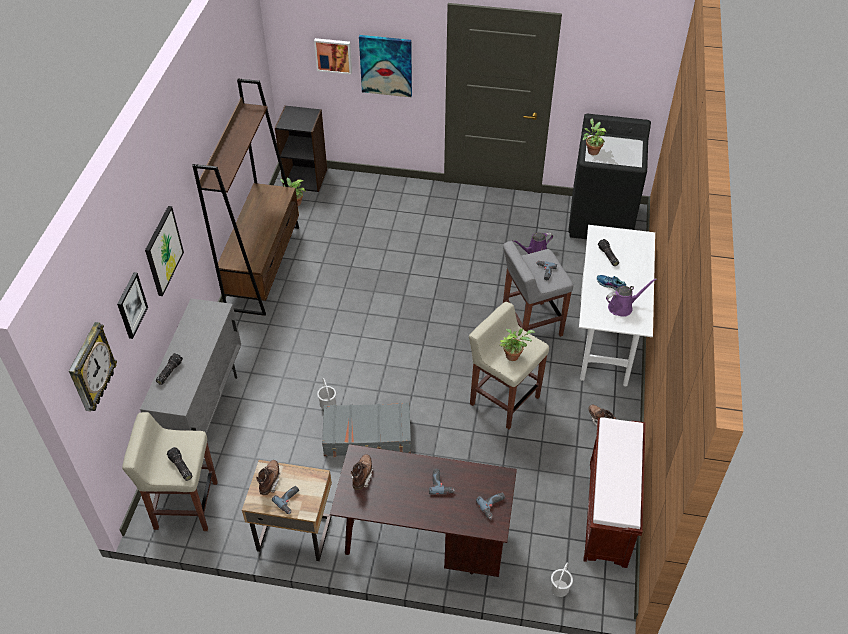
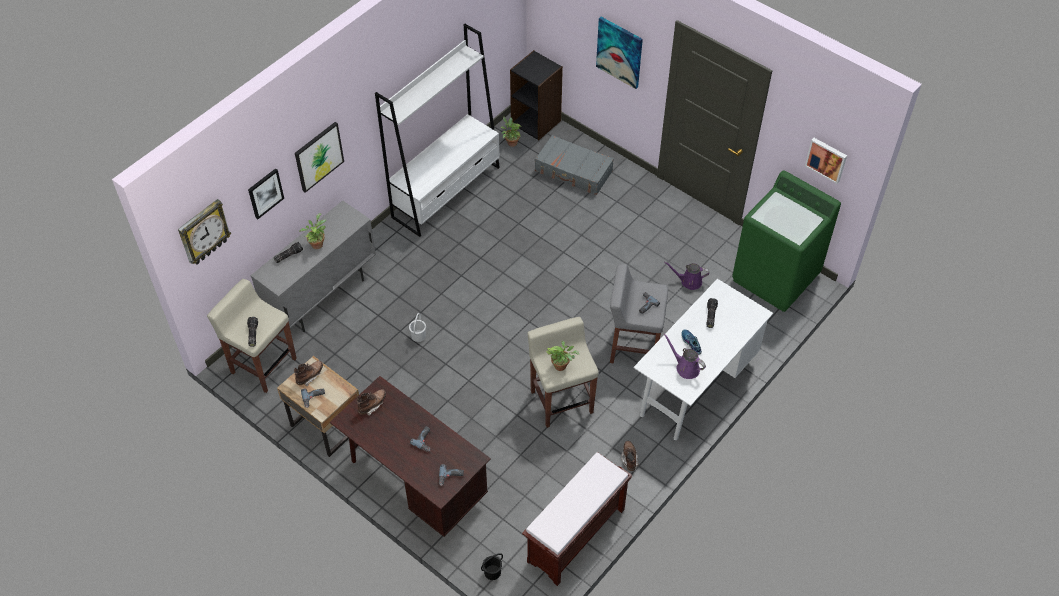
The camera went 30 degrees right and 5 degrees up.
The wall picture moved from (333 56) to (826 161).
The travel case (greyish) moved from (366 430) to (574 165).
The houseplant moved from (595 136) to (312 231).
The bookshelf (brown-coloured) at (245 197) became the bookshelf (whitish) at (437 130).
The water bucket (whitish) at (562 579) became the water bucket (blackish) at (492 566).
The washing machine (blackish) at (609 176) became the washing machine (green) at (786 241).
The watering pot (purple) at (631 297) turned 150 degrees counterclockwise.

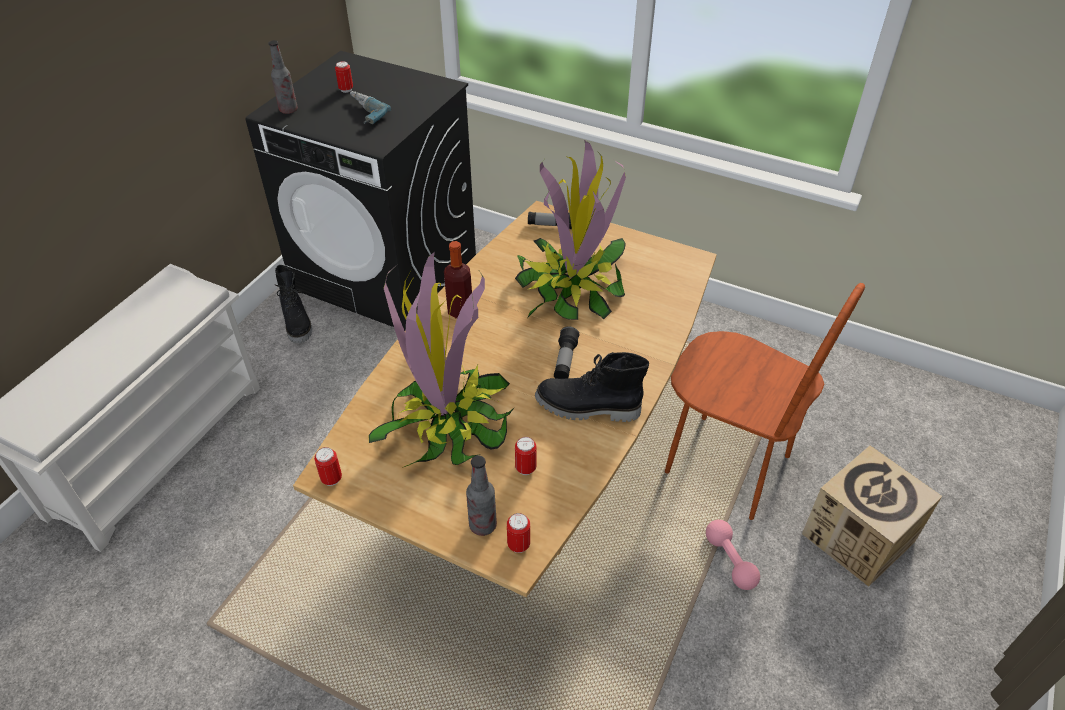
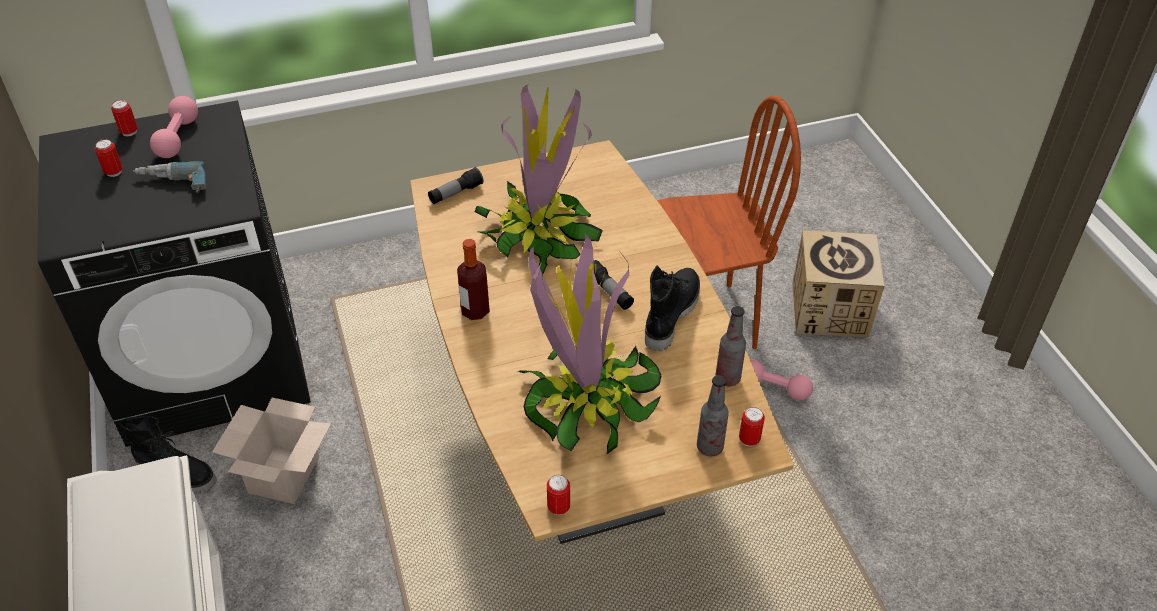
The camera went 45 degrees left and 0 degrees up.
The hand weight (pink-coloured) at (174 127) appeared.
The carton at (271 451) appeared.
The beverage bottle moved from (283 77) to (730 346).
The can moved from (526 456) to (124 118).
The boot (blackish) at (592 387) turned 150 degrees clockwise.

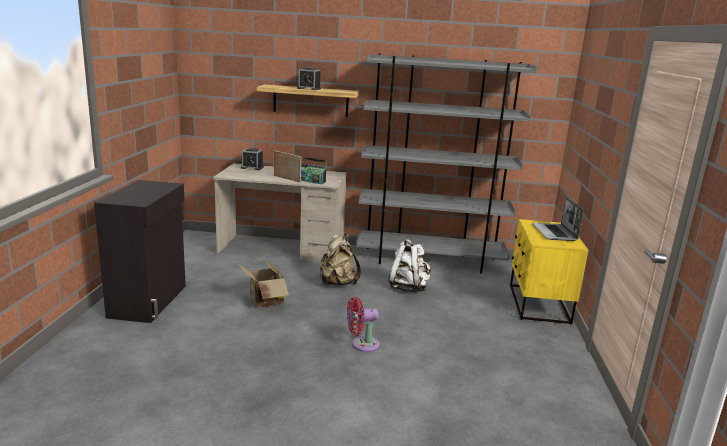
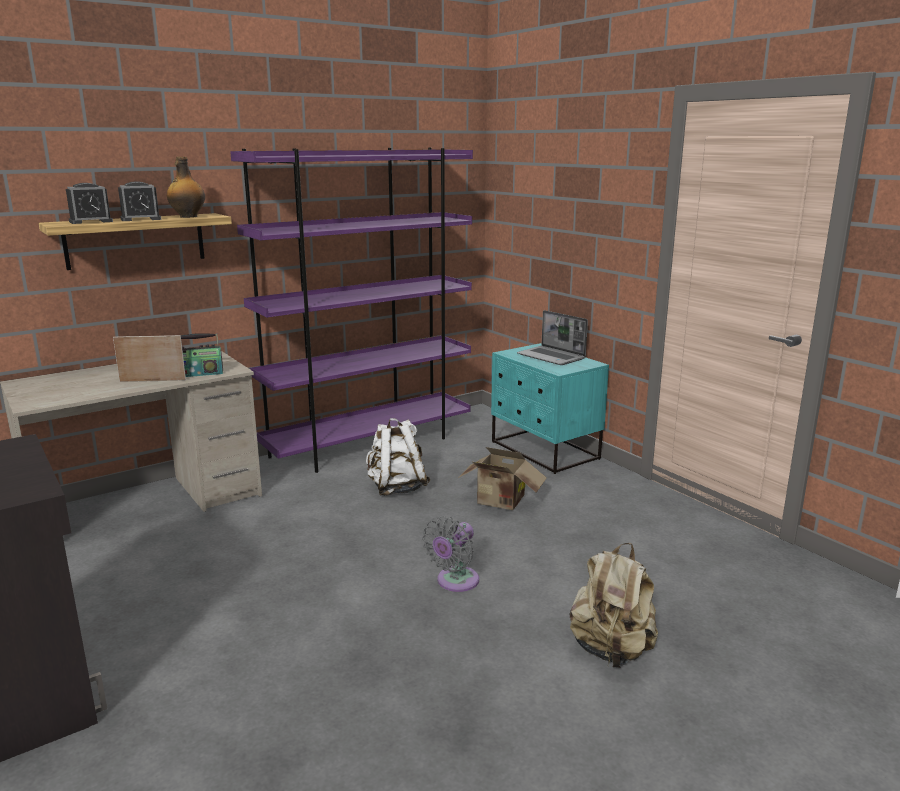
The camera went 40 degrees left and 0 degrees up.
The beverage bottle at (186 187) appeared.
The carton moved from (263 284) to (502 478).
The table clock moved from (252 159) to (89 203).
The backpack (beige) moved from (340 260) to (614 605).
The fan (reddish) at (363 324) became the fan (greyish) at (450 554).
The bookshelf (greyish) at (446 163) became the bookshelf (purple) at (351 310).
The bedside table (yellow) at (549 272) became the bedside table (turquoise) at (550 408).

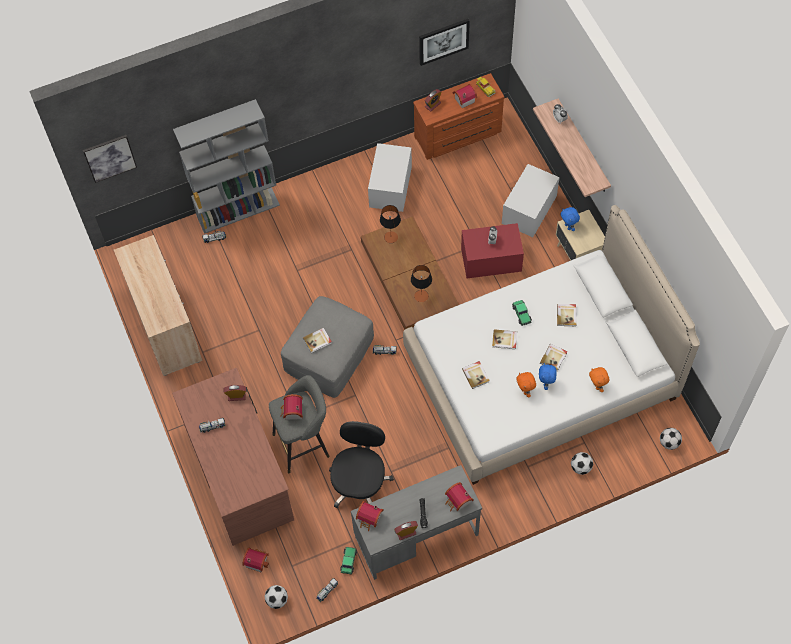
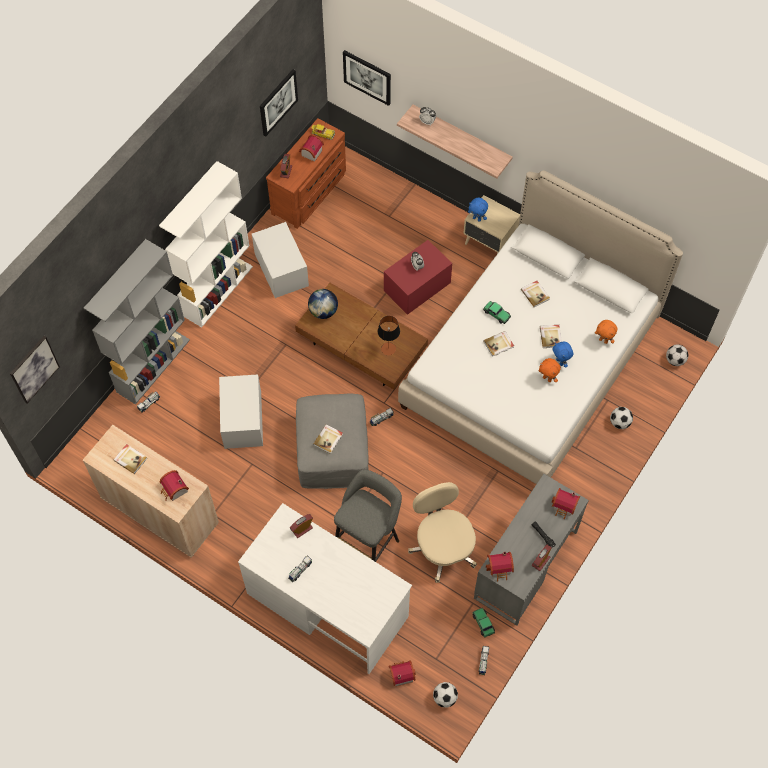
The camera went 35 degrees left and 0 degrees up.
The bookshelf (whitish) at (206 244) appeared.
The wall picture at (367 78) appeared.
The toy house moved from (291 407) to (174 485).
The volume moved from (476 375) to (130 459).
The storage bin (whitish) moved from (531 200) to (241 411).
The lamp for a table at (390 224) was replaced by the globe at (323 304).
The desk (brown-coloured) at (233 457) became the desk (whitish) at (325 588).
The computer chair (blackish) at (361 464) became the computer chair (beige) at (442 532).

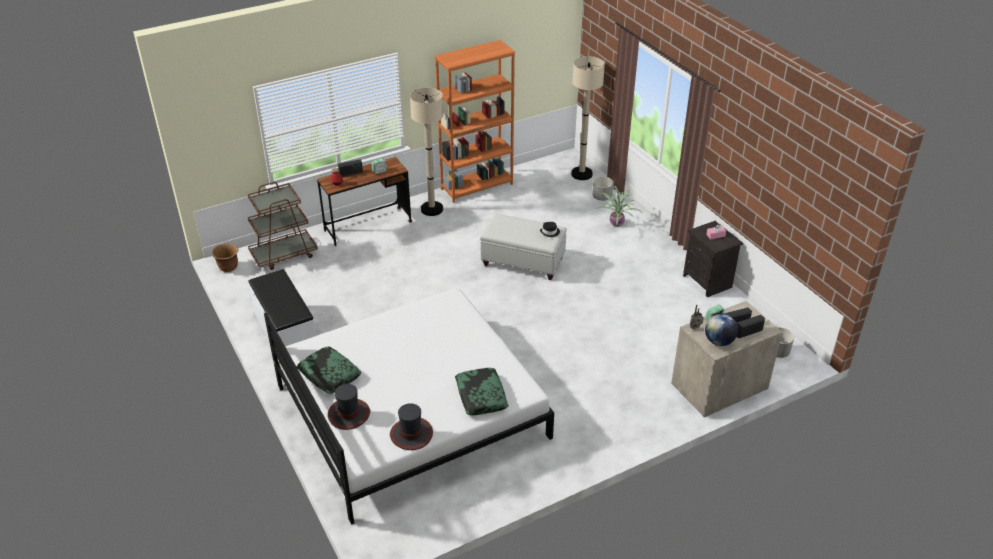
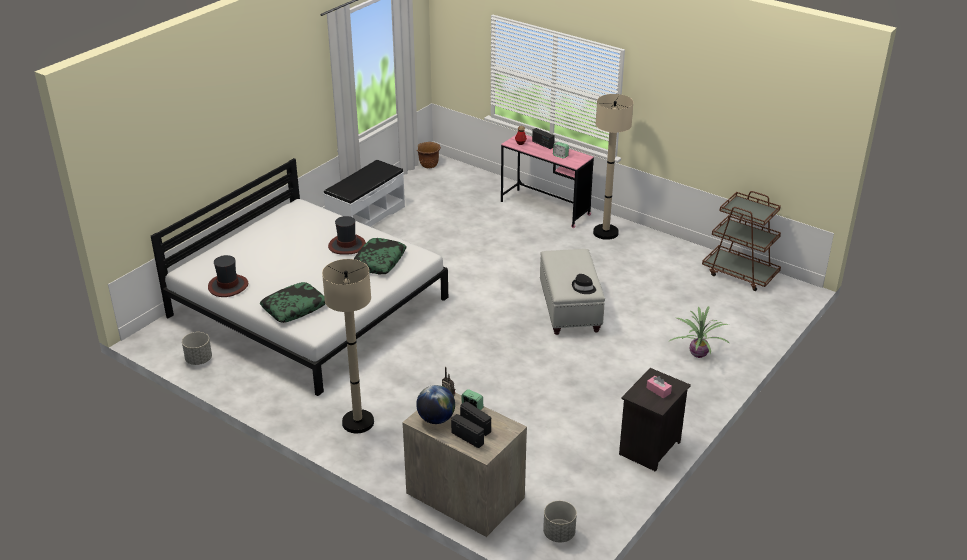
The camera went 65 degrees right and 5 degrees down.
The bookshelf (orange) at (475 121) disappeared.
The trolley (brown-coloured) moved from (283 226) to (741 241).
The cushion moved from (329 370) to (380 256).
The wearable hat moved from (349 407) to (347 235).
The standard lamp (beige) moved from (588 118) to (348 346).
The plant pot (greyish) moved from (602 188) to (197 348).
The desk (brown-coloured) at (364 201) became the desk (pink-coloured) at (547 181).

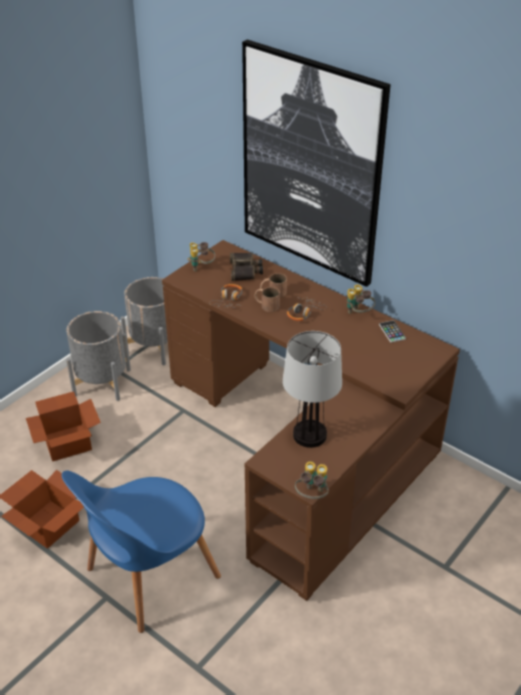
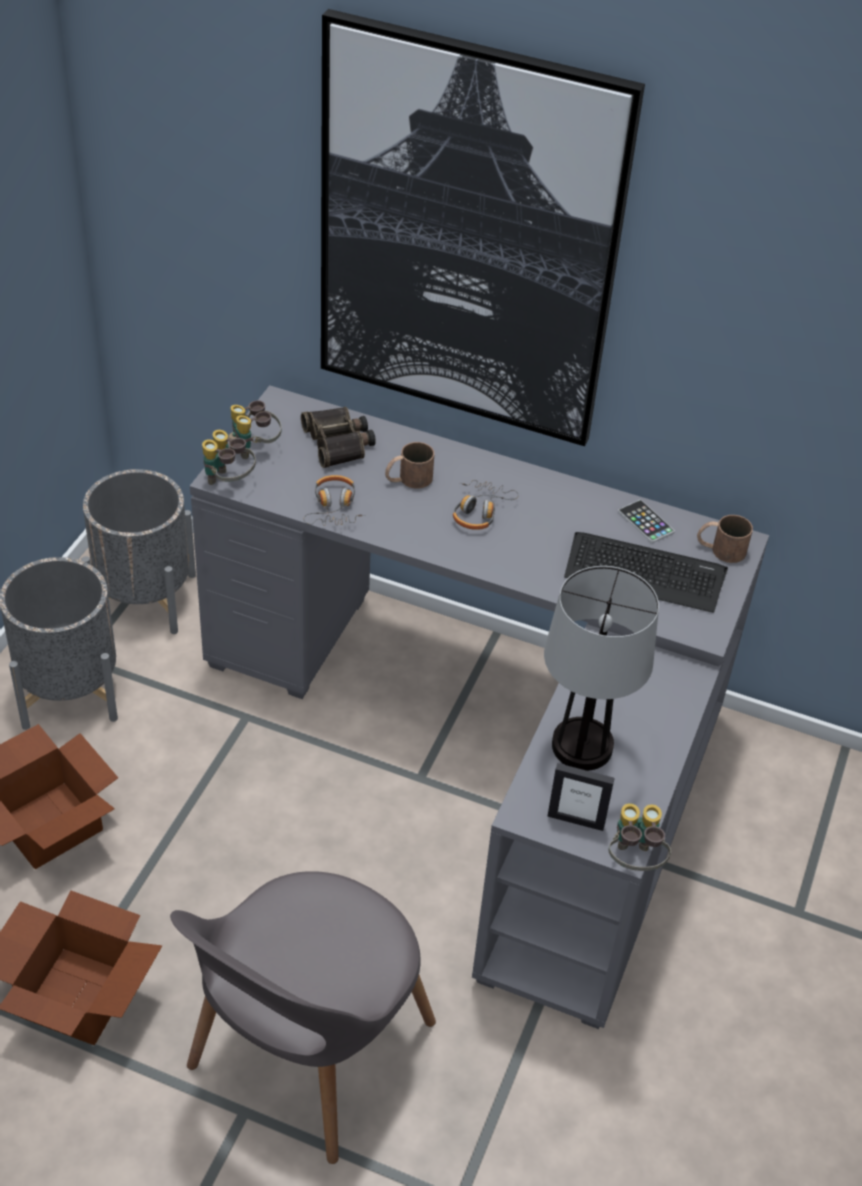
The camera went 20 degrees left and 5 degrees up.
The standing frame at (581 797) appeared.
The PC keyboard at (646 572) appeared.
The coffee mug (brown-coloured) moved from (267 299) to (725 539).
The binoculars moved from (361 299) to (229 457).
The upright chair (bluish) at (141 552) became the upright chair (greyish) at (303 1017).
The desk (brown-coloured) at (311 420) became the desk (greyish) at (479 707).

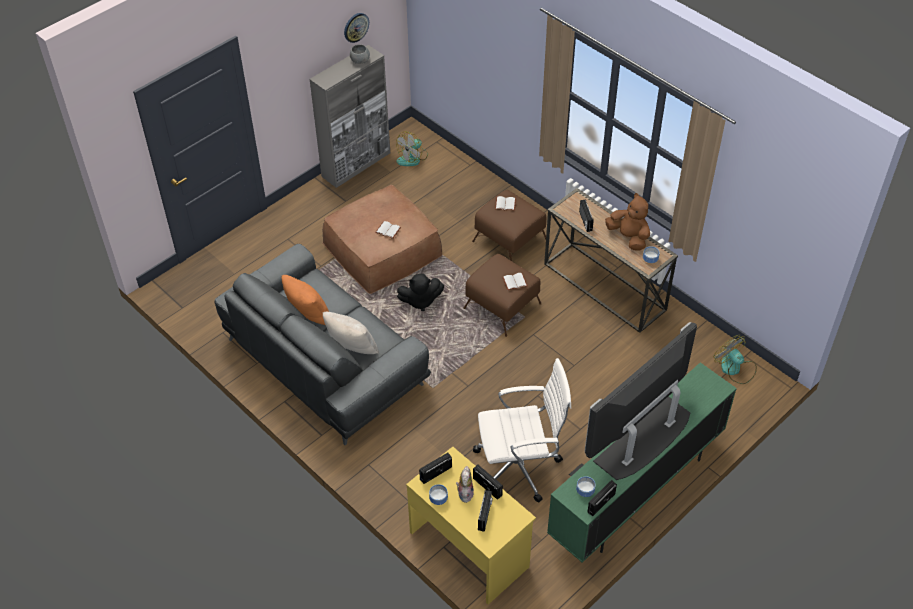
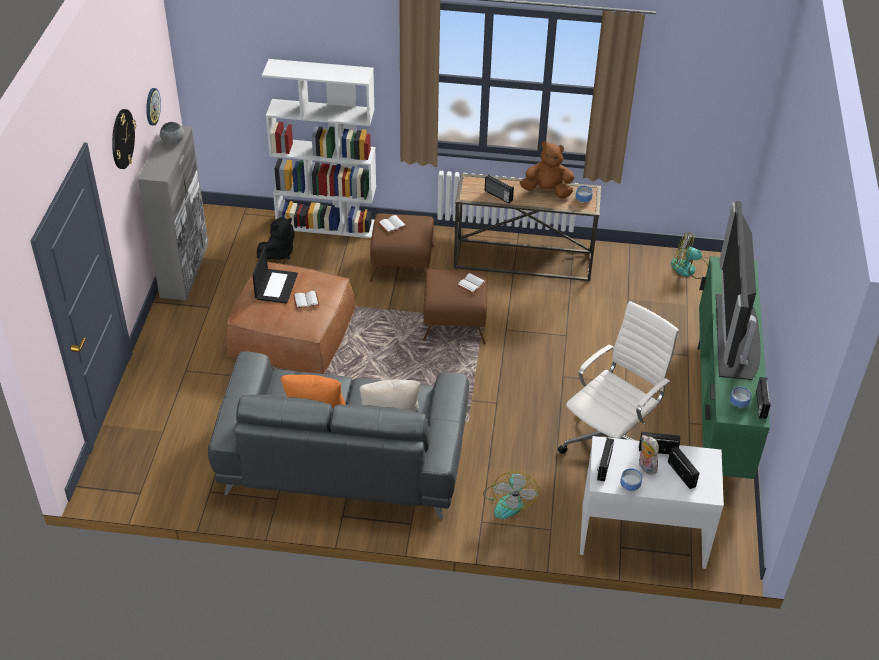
The camera went 40 degrees left and 5 degrees down.
The hanging clock at (124 139) appeared.
The notebook computer at (275 275) appeared.
The bookshelf (whitish) at (319 148) appeared.
The fan moved from (412 149) to (511 495).
The soft toy (blackish) moved from (420 292) to (276 238).
The desk (yellow) at (471 526) became the desk (whitish) at (652 502).

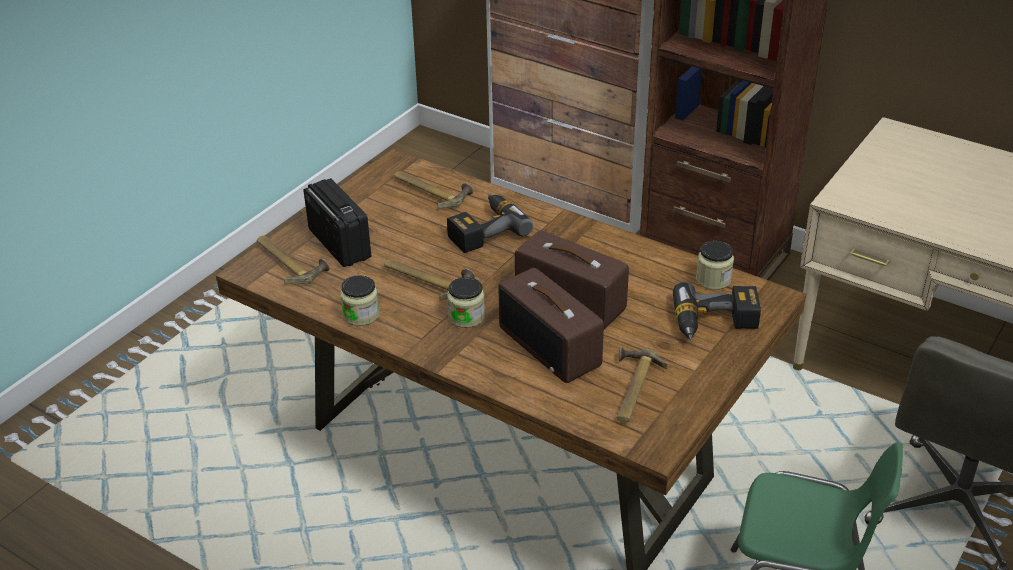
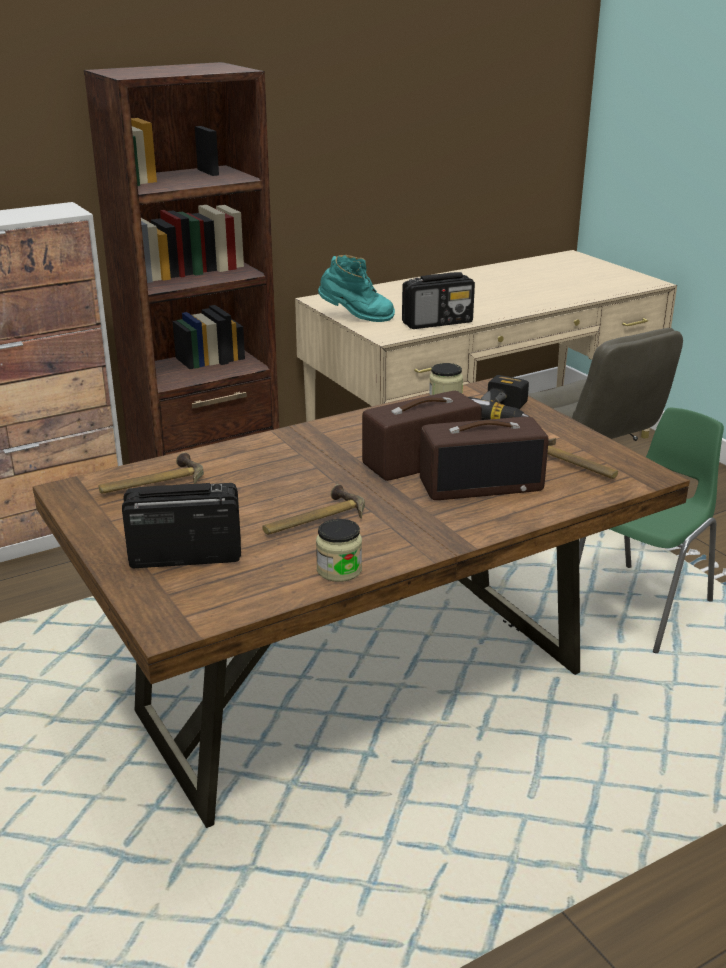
The camera went 65 degrees left and 10 degrees down.
The hand hammer at (293 260) disappeared.
The power drill at (490 223) disappeared.
The preserve jar at (466 302) disappeared.
The boot (turquoise) at (356 288) appeared.
The radio receiver at (438 300) appeared.

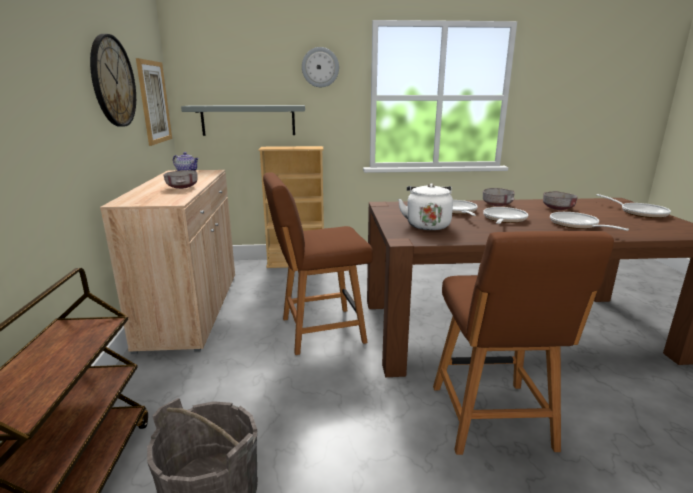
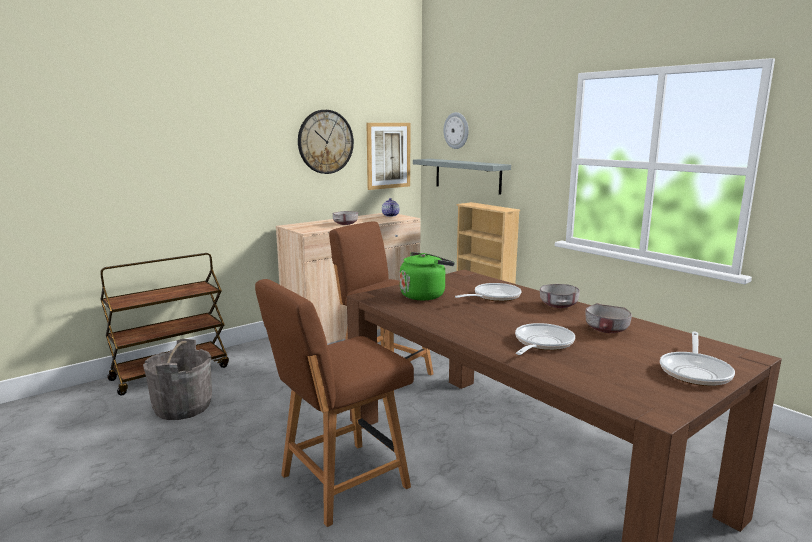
The camera went 55 degrees right and 5 degrees down.
The pan at (505 215) disappeared.
The hanging clock moved from (320 67) to (456 130).
The kettle (whitish) at (425 206) became the kettle (green) at (427 276).

